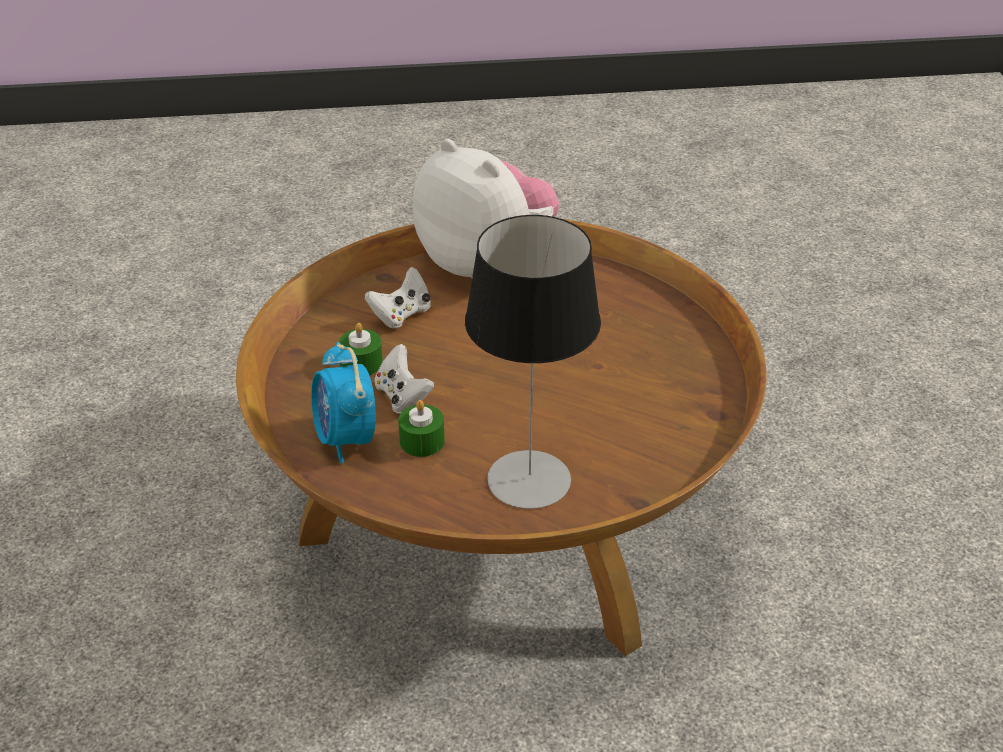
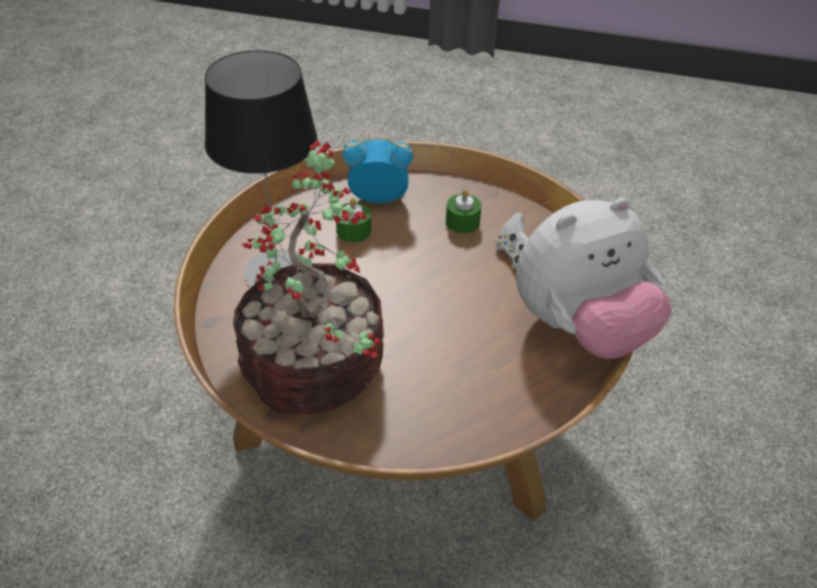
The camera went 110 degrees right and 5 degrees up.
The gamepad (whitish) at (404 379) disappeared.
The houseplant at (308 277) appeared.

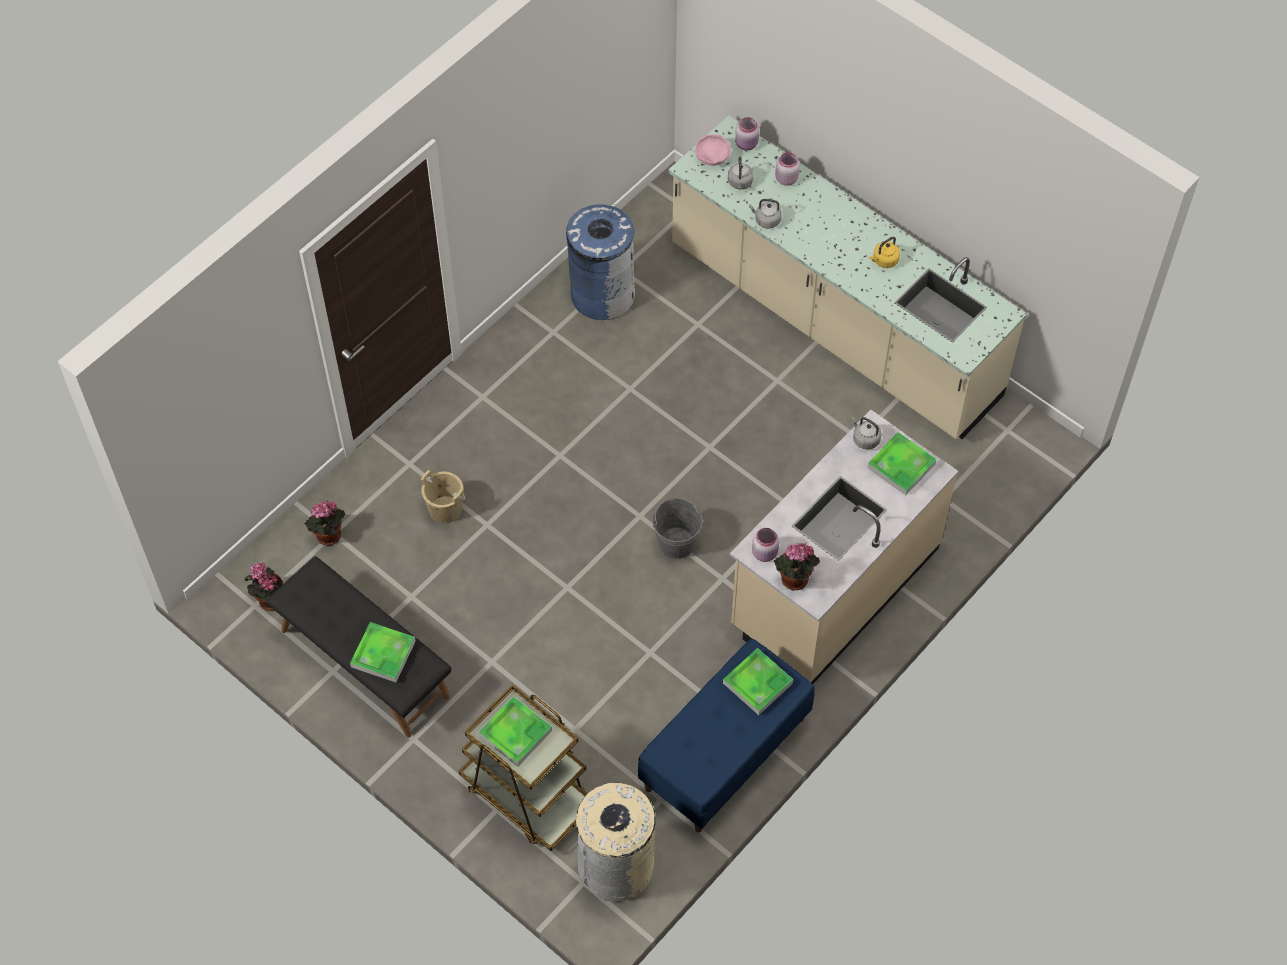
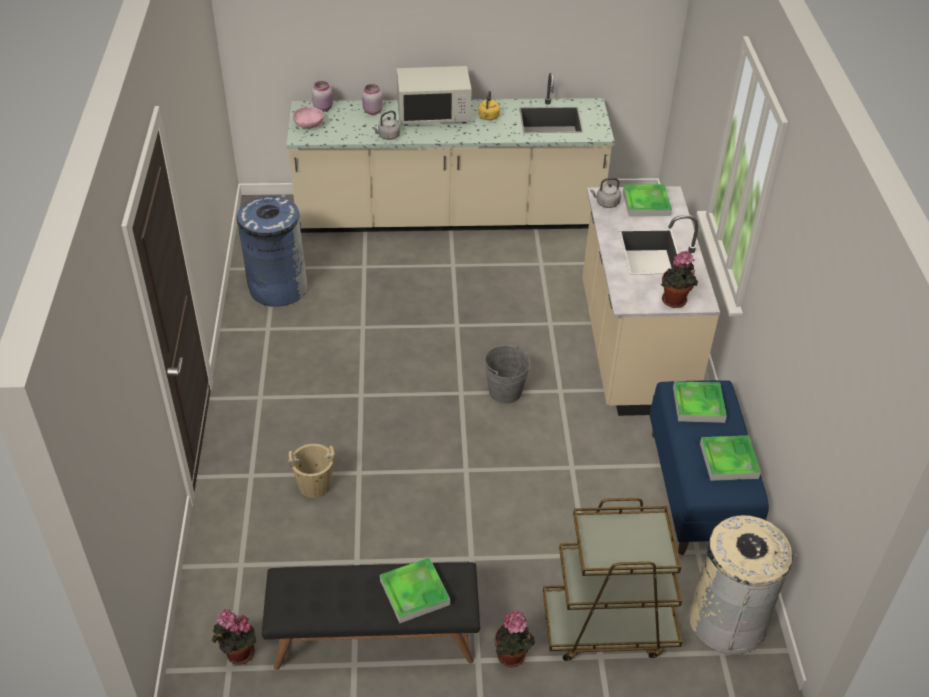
The camera went 45 degrees left and 15 degrees down.
The kettle (greyish) at (741 173) disappeared.
The preserve jar (pink-coloured) at (765 545) disappeared.
The microwave oven (whitish) at (434 96) appeared.
The houseplant moved from (324 523) to (514 639).
The serving tray moved from (515 731) to (730 458).

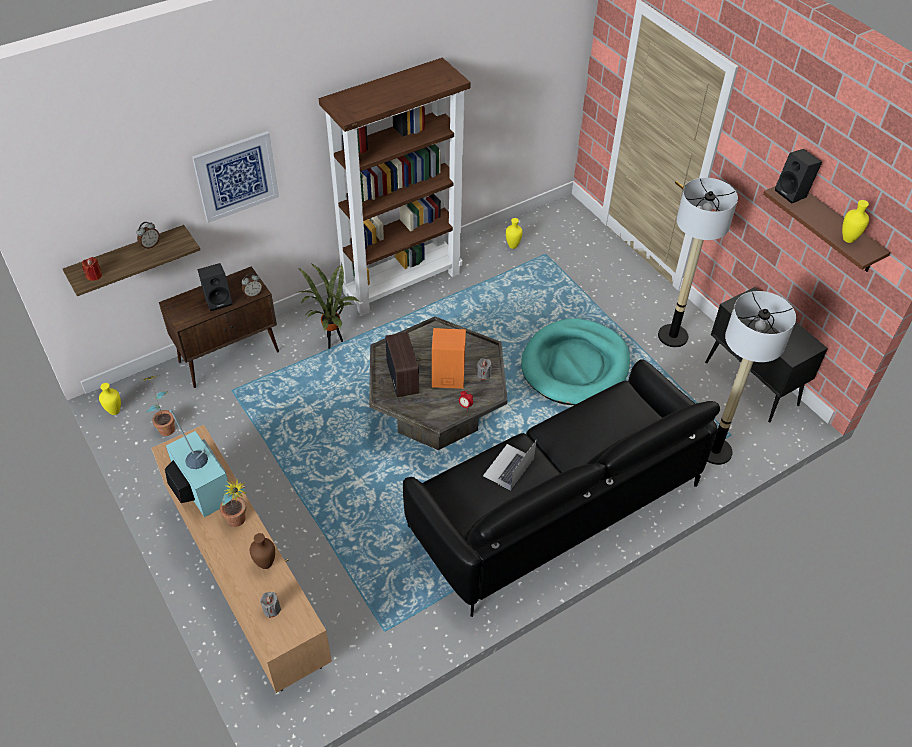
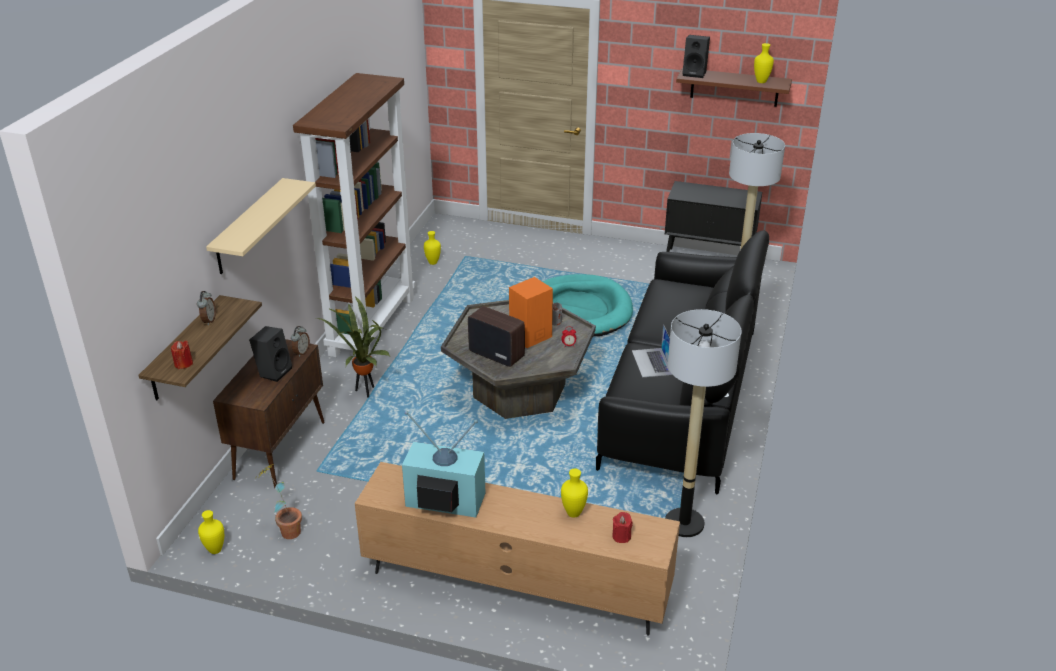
The camera went 40 degrees left and 15 degrees down.
The houseplant at (233 502) disappeared.
The standard lamp moved from (698 262) to (703 423).
The wall picture at (235 177) was replaced by the shelf (beige) at (261 226).
The vase (brown-coloured) at (262 551) became the vase (yellow) at (574 493).
The wax light (greyish) at (270 605) became the wax light (reddish) at (622 527).

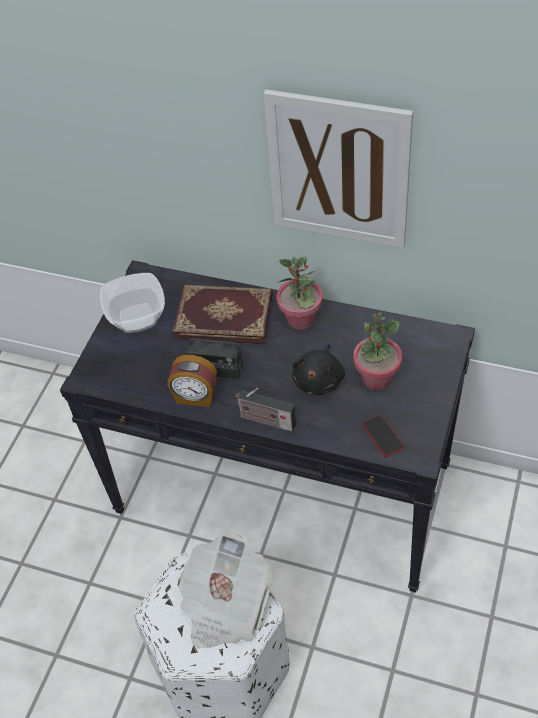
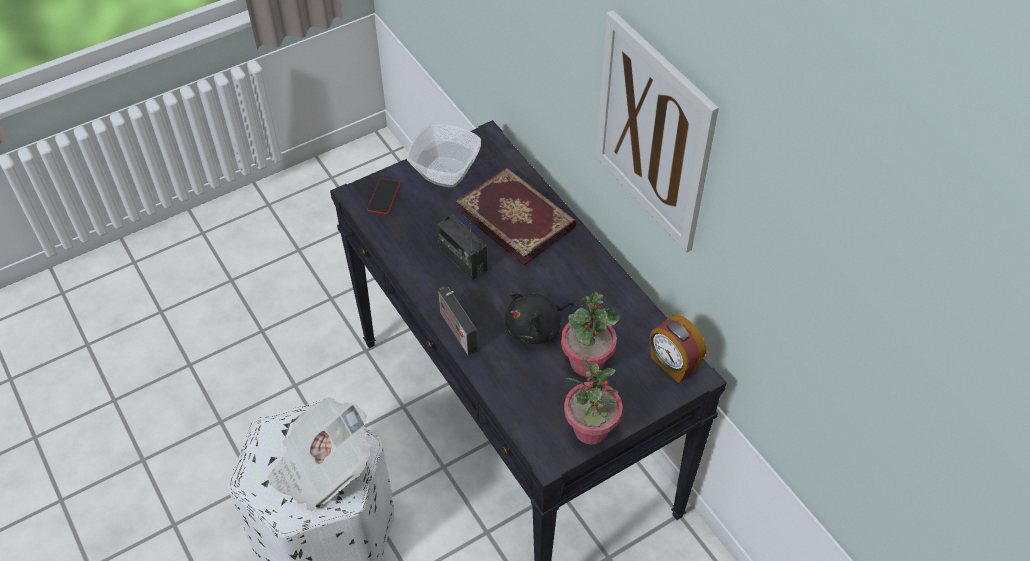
The camera went 35 degrees right and 0 degrees up.
The table clock moved from (192 381) to (678 349).
The houseplant moved from (299 293) to (593 401).
The telephone moved from (383 436) to (383 196).

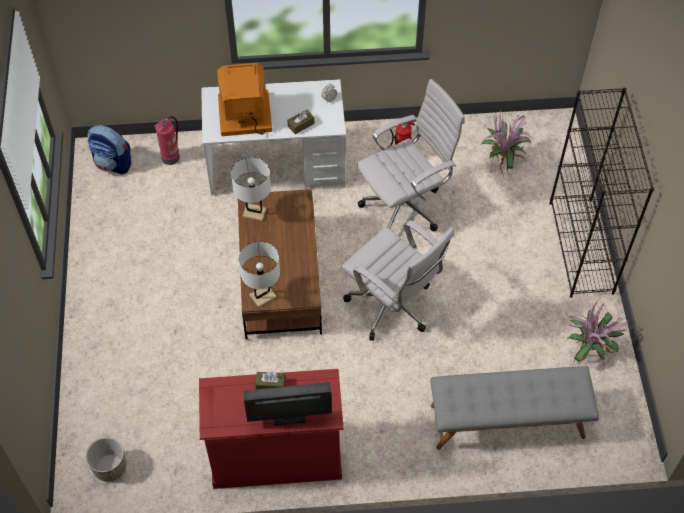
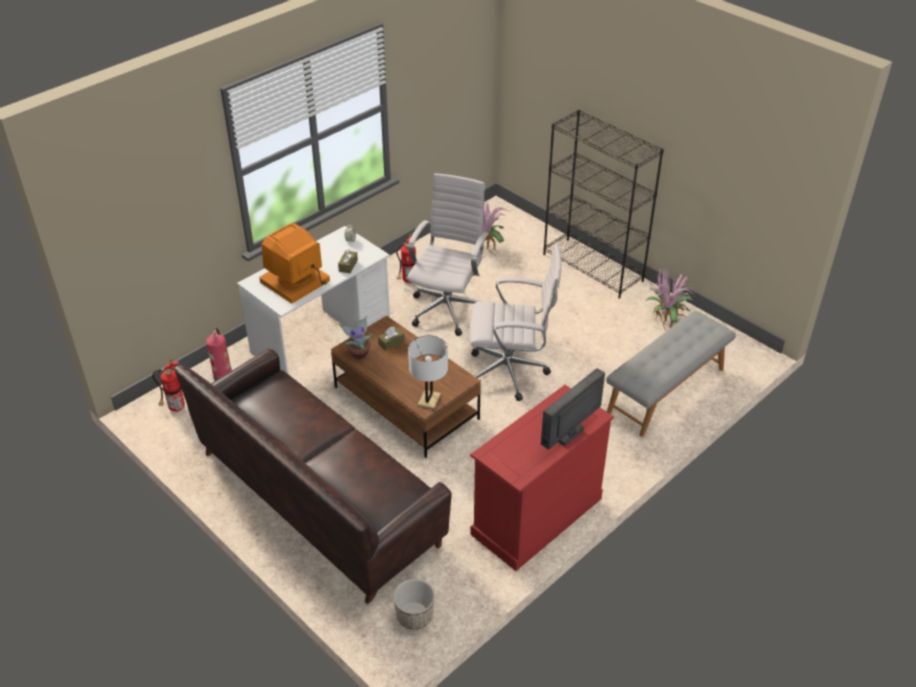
The camera went 40 degrees left and 15 degrees down.
The settee (brown-coloured) at (313 476) appeared.
The tissue box (brown-coloured) moved from (270 381) to (391 339).
The backpack at (109 149) was replaced by the extinguisher at (168 385).
The lamp for a table (whitish) at (251 189) was replaced by the houseplant at (356 337).

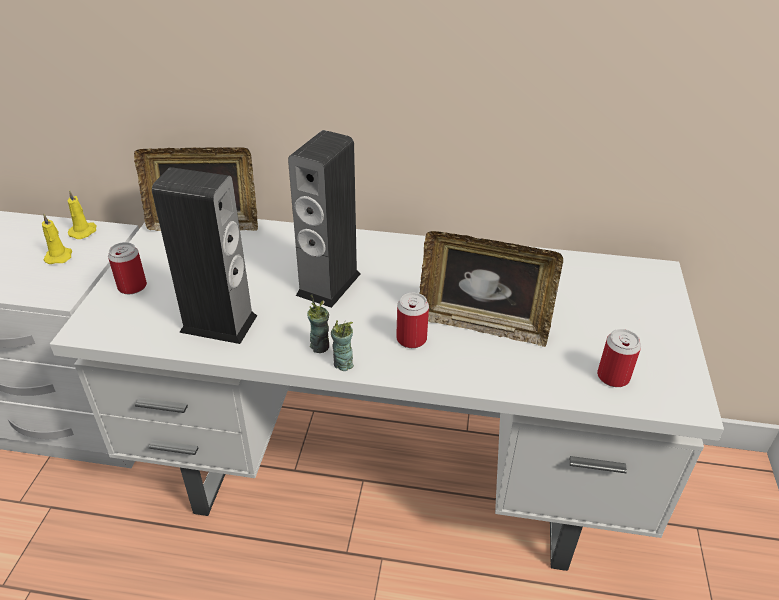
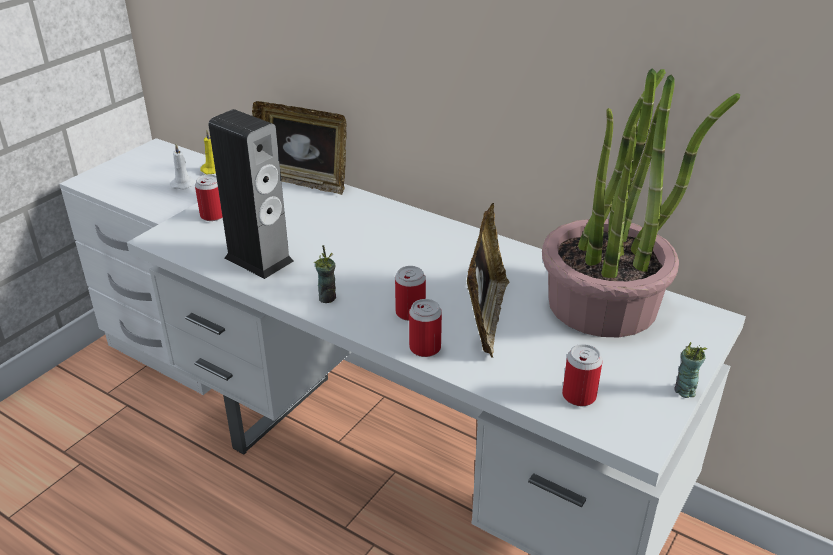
The camera went 25 degrees right and 5 degrees down.
The audio speaker at (324 219) disappeared.
The can at (425 328) appeared.
The houseplant at (641 202) appeared.
The cup moved from (342 345) to (691 370).
The wax light (yellow) at (57 239) became the wax light (whitish) at (182 167).
The standing frame at (491 289) turned 120 degrees counterclockwise.

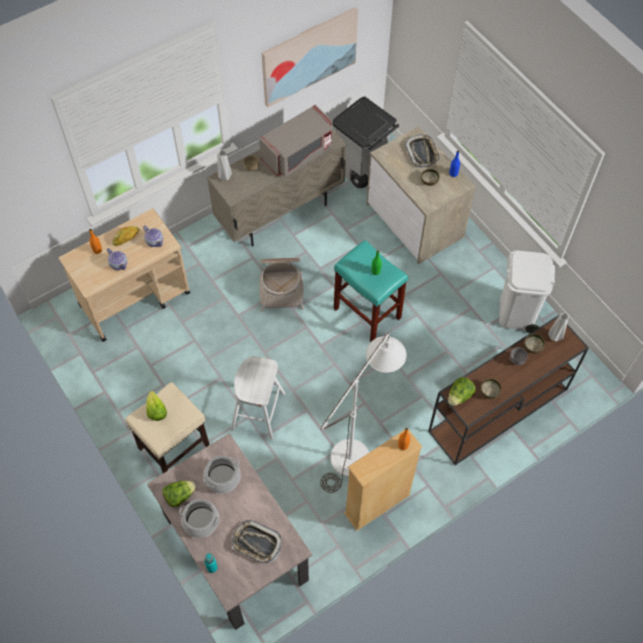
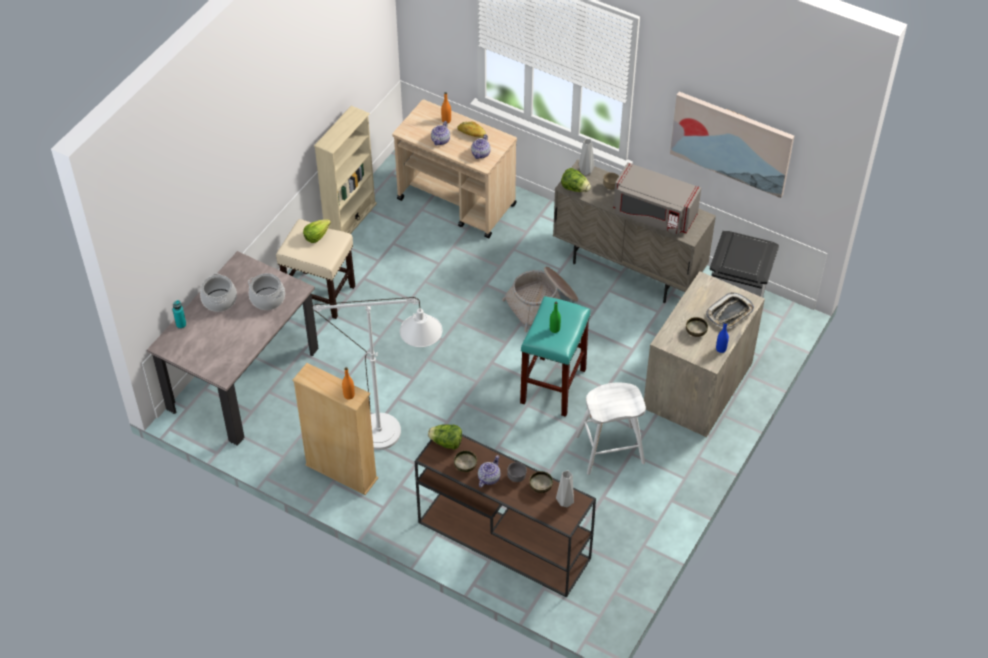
The camera went 65 degrees right and 10 degrees down.
The serving tray at (257 541) disappeared.
The trash can (whitish) at (527 292) disappeared.
The bookshelf (beige) at (345 170) appeared.
The teapot at (489 471) appeared.
The head of lettuce moved from (179 494) to (576 180).
The stool (whitish) moved from (258 398) to (610 428).

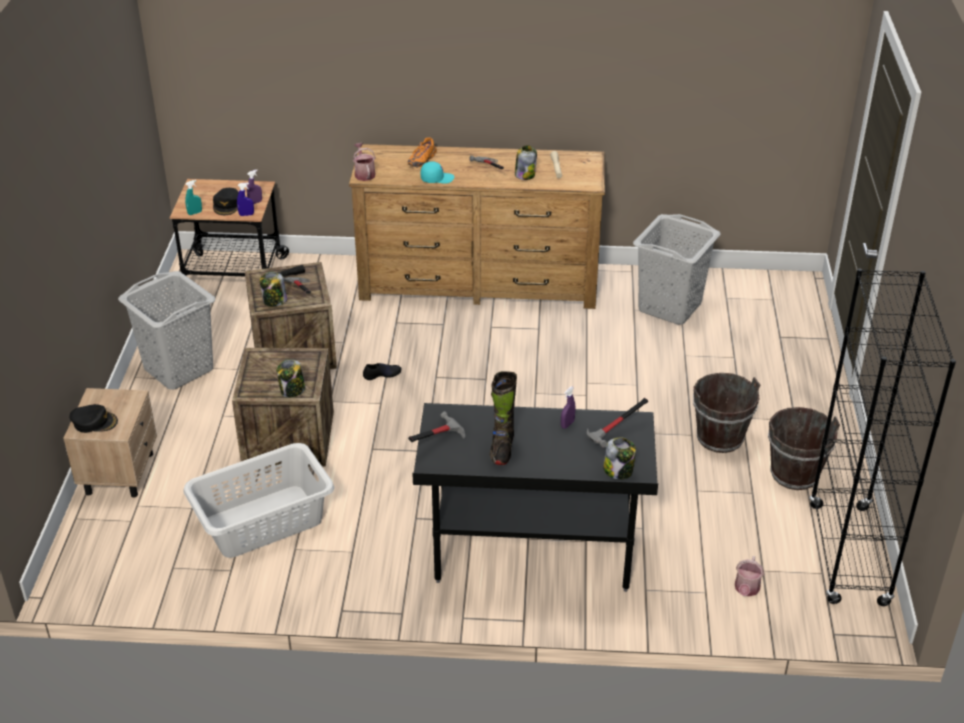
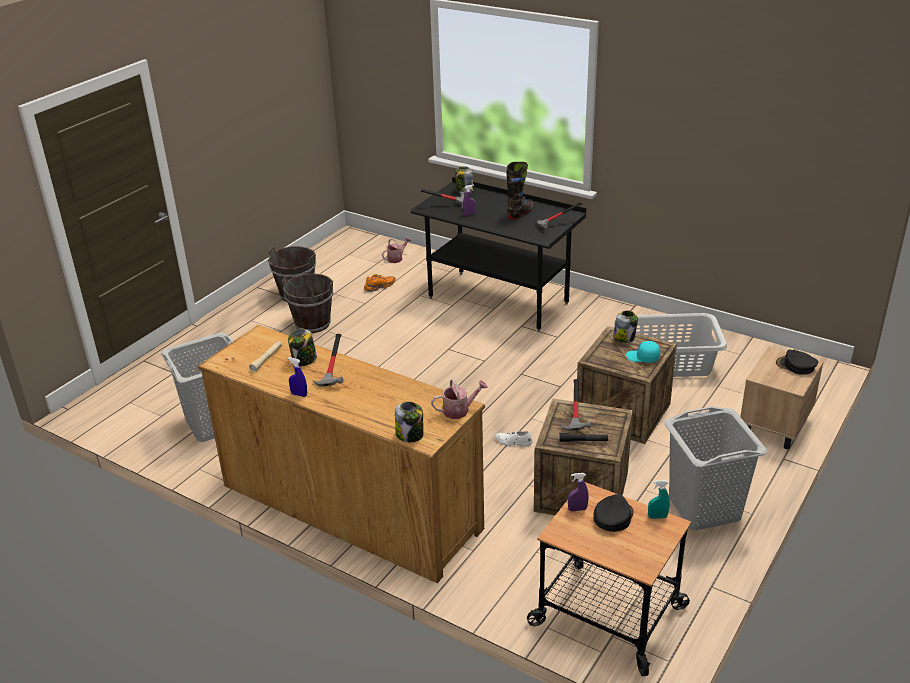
The camera went 150 degrees left and 5 degrees down.
The bookshelf (blackish) at (882 437) disappeared.
The sprayer (bluish) moved from (245 199) to (297 377).
The preserve jar moved from (273 289) to (409 421).
The low shoe (orange) moved from (422 152) to (380 283).
The cap (turquoise) moved from (437 172) to (643 352).
The low shoe (blackish) at (382 371) became the low shoe (whitish) at (514 439).
The watering pot at (364 162) turned 120 degrees counterclockwise.

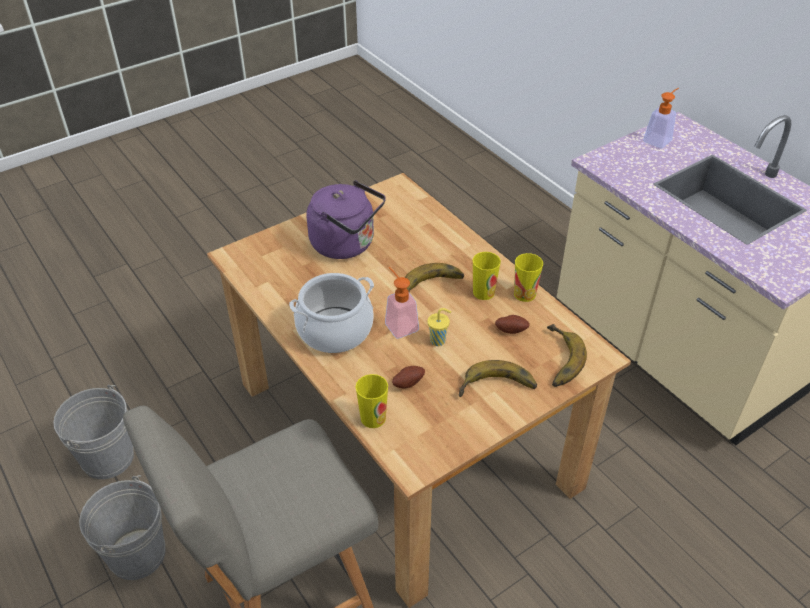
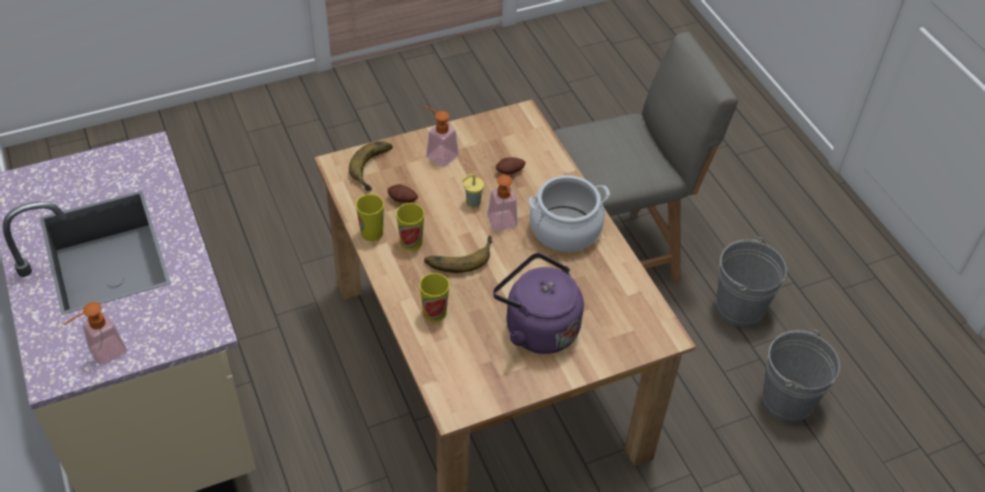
The camera went 170 degrees left and 5 degrees up.
The cup moved from (372 401) to (435 297).
The banana fruit at (498 378) was replaced by the soap bottle at (441 136).

